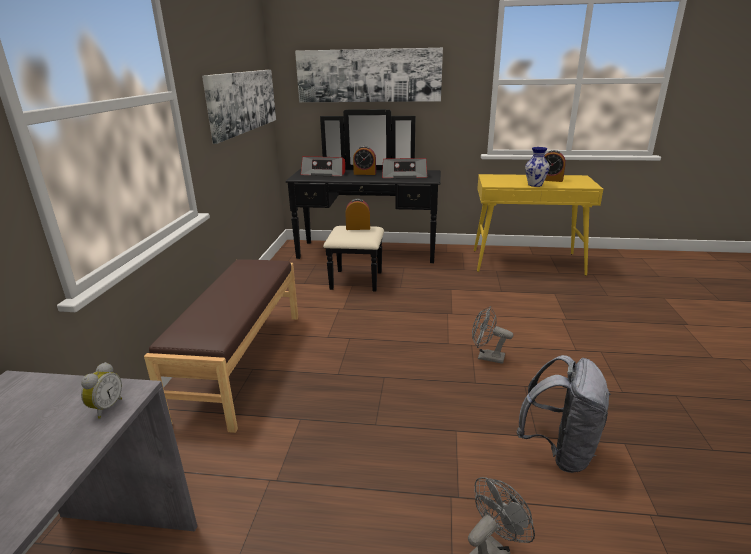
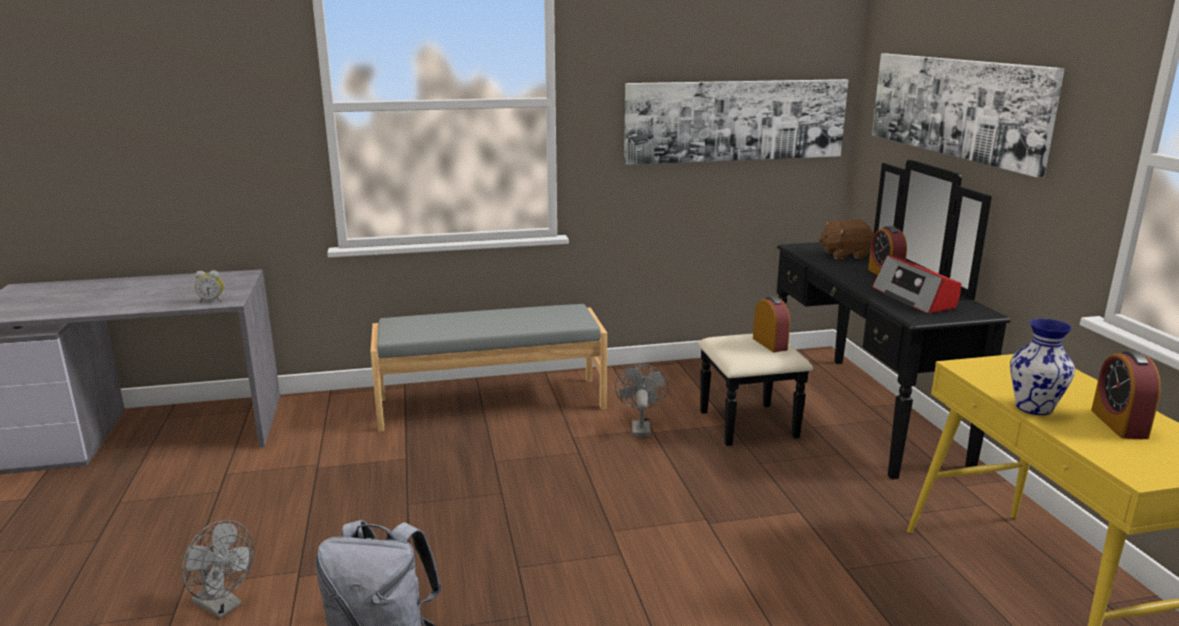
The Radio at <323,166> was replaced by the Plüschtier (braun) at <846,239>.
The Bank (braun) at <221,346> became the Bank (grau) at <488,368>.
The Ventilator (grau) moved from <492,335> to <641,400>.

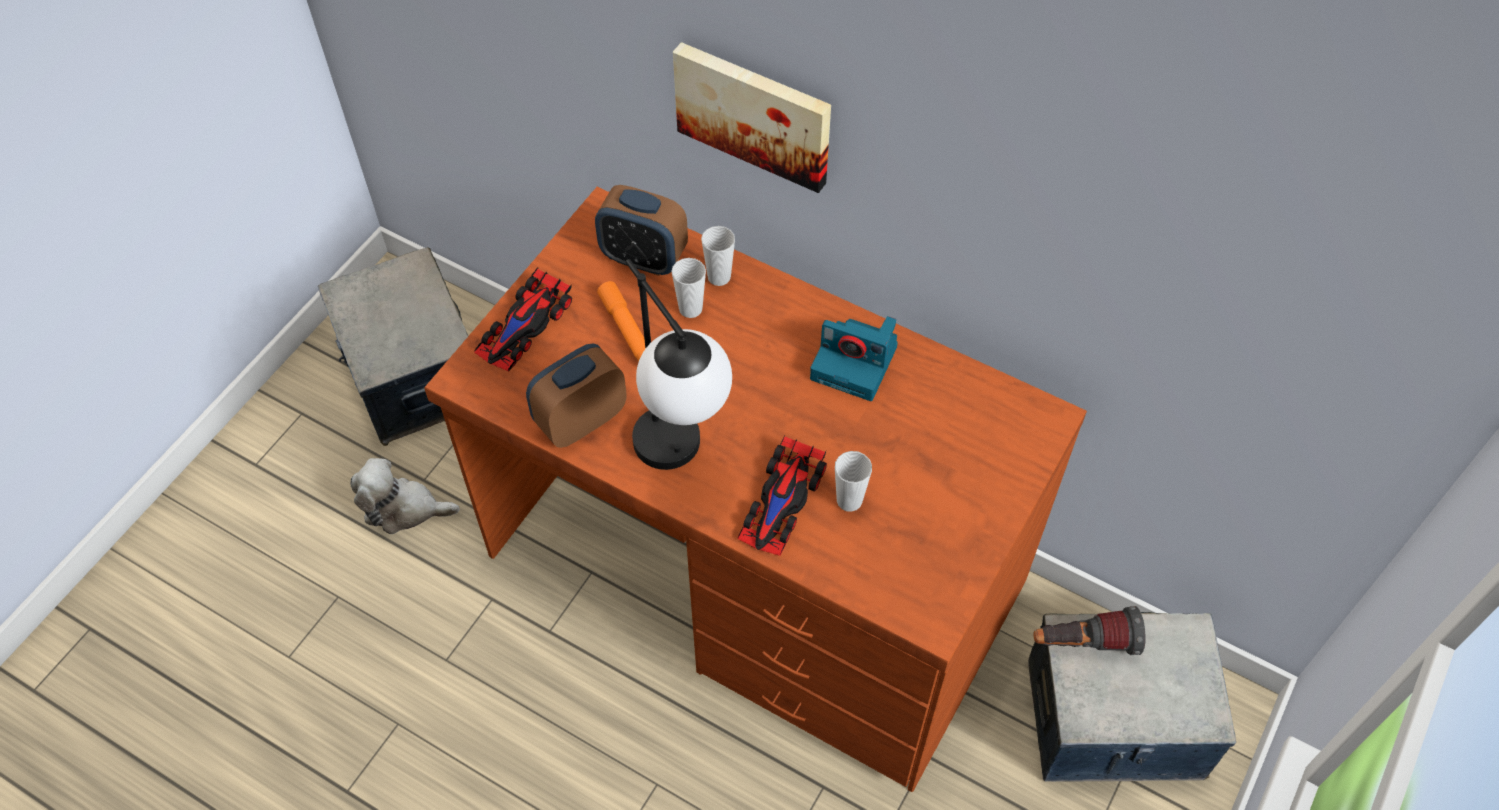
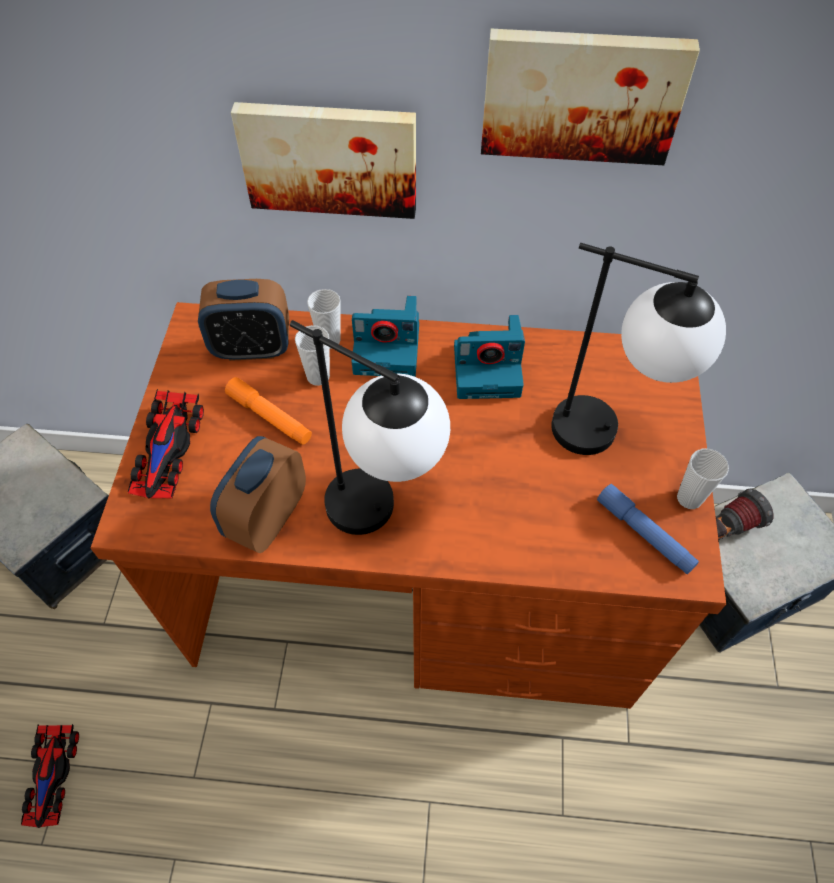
The Spielzeugauto moved from <782,495> to <50,776>.
The Tasse moved from <853,481> to <703,479>.
The Plüschtier at <405,496> disappeared.
The Bild at <590,97> appeared.
The Tischlampe at <638,349> appeared.
The Kamera at <385,336> appeared.
The Taschenlampe (blau) at <648,529> appeared.

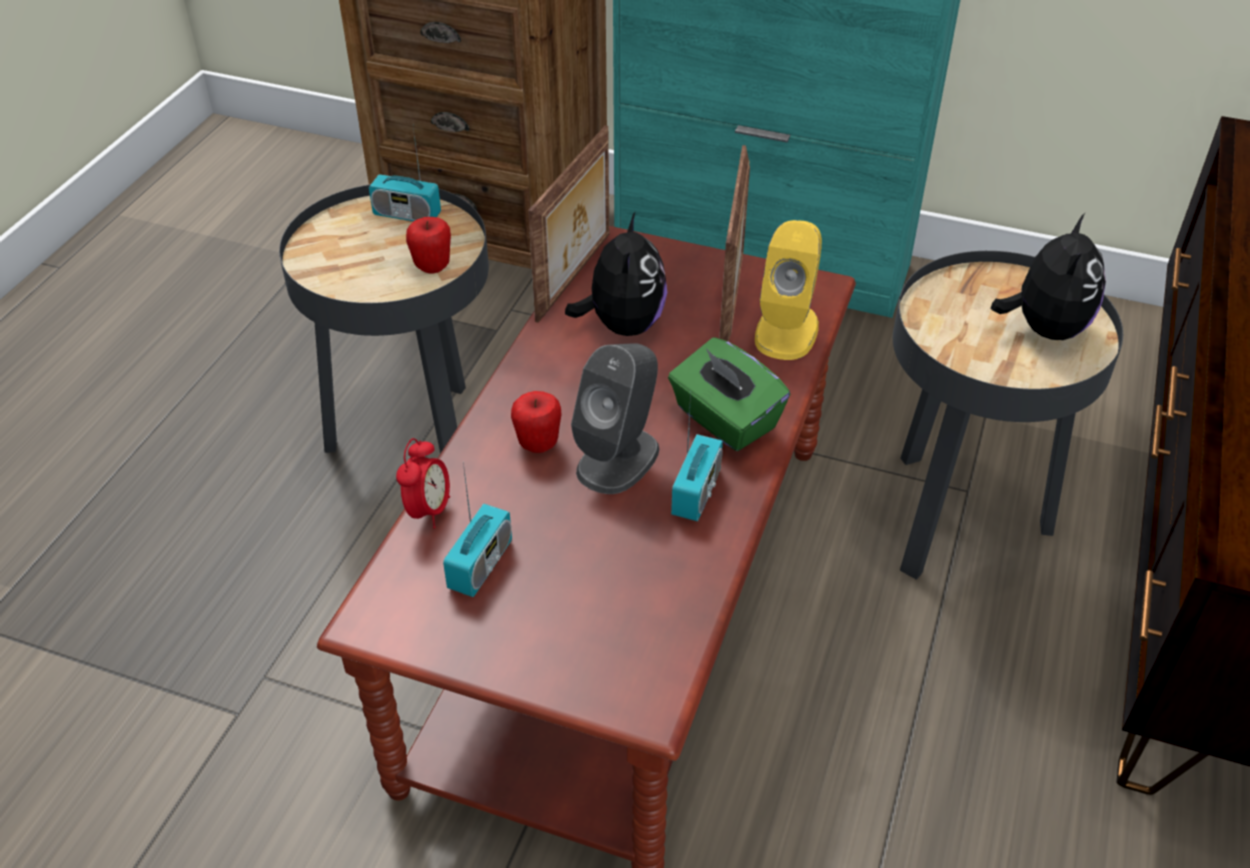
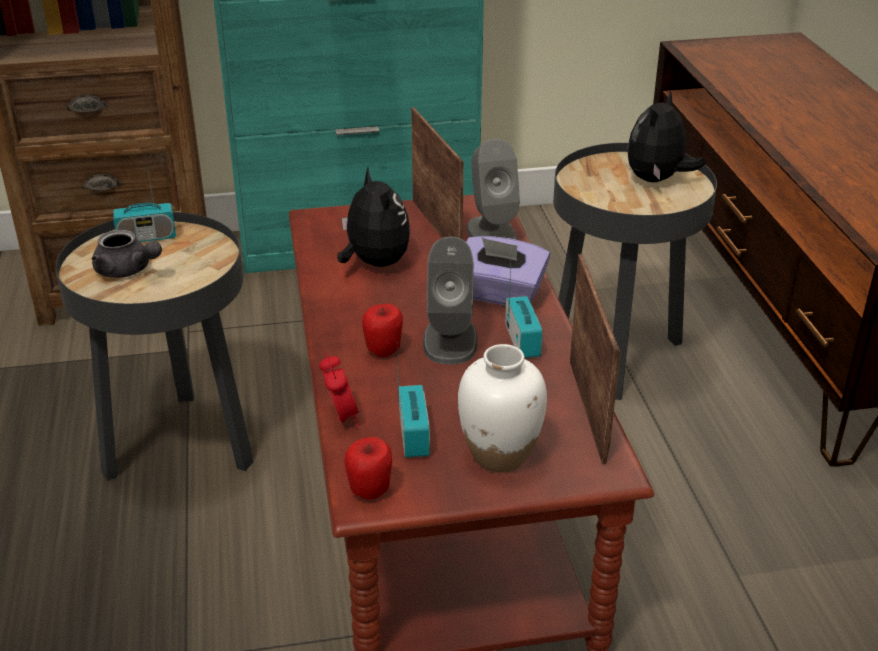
The Bilderrahmen moved from <568,224> to <595,359>.
The Plüschtier at <1048,276> turned 135 degrees counterclockwise.
The Apfel moved from <428,245> to <368,468>.
The Lautsprecher (gelb) at <788,290> became the Lautsprecher (grau) at <493,189>.
The Taschentuchbox (grün) at <729,394> became the Taschentuchbox (lila) at <508,271>.
The Teekanne (grau) at <127,254> appeared.
The Vase (weiß) at <502,408> appeared.

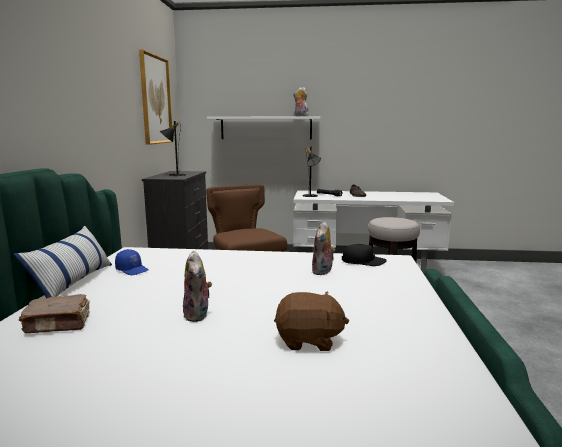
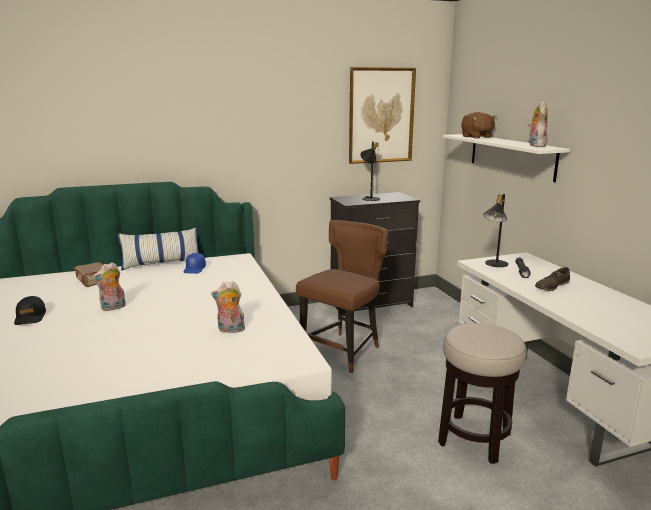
The Kappe (schwarz) moved from <364,255> to <30,310>.
The Plüschtier (braun) moved from <311,321> to <478,125>.

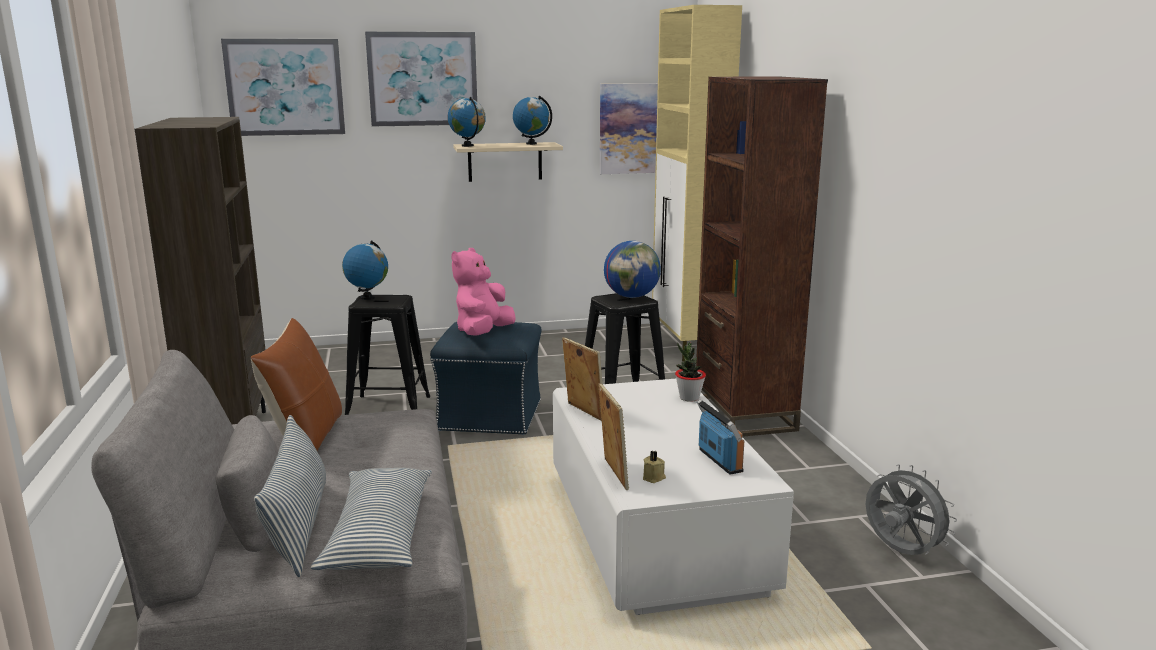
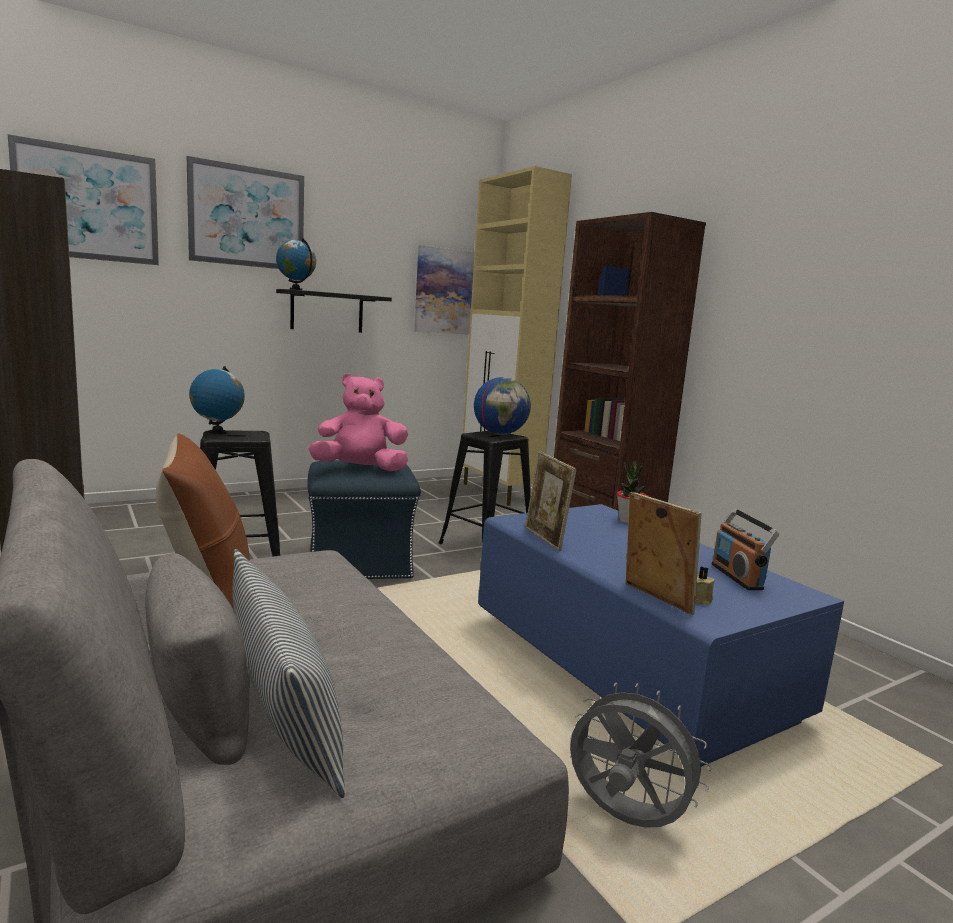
The Globus at <532,120> disappeared.
The Wandregal (beige) at <508,162> became the Wandregal (schwarz) at <334,311>.
The Plüschtier (rosa) at <483,292> turned 75 degrees clockwise.
The Bilderrahmen at <582,379> turned 150 degrees counterclockwise.
The Couchtisch (weiß) at <673,497> became the Couchtisch (blau) at <661,635>.
The Radio at <720,436> turned 150 degrees counterclockwise.
The Ventilator (grau) moved from <911,509> to <641,755>.
The Kissen at <371,519> disappeared.

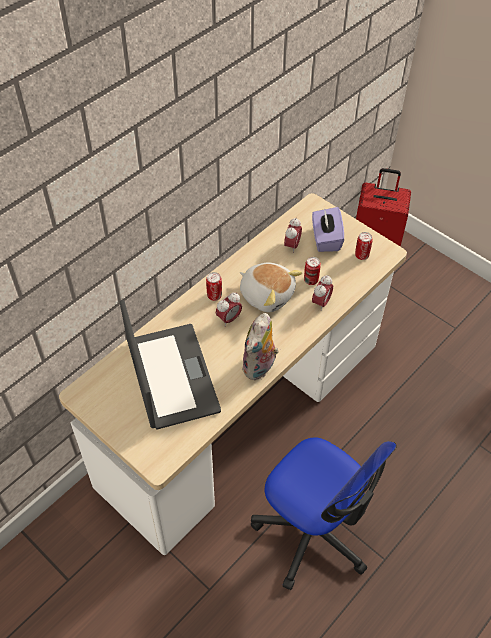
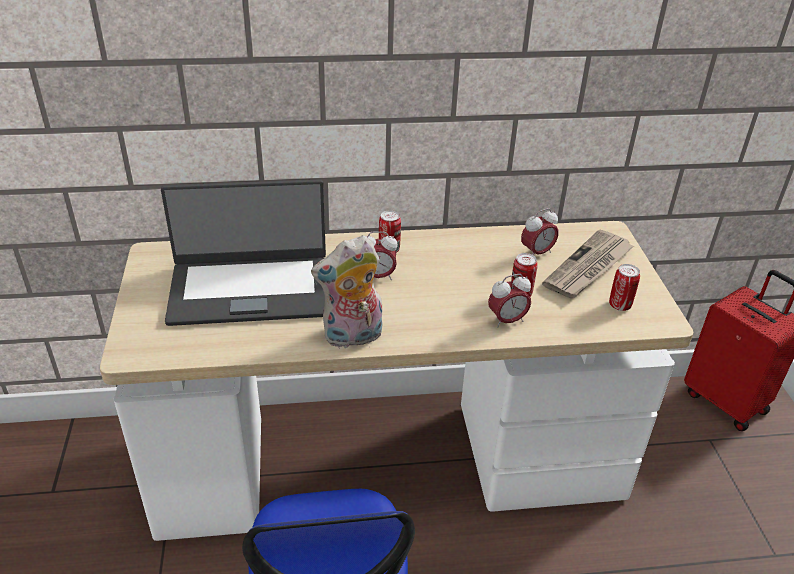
The Taschentuchbox (lila) at <328,229> was replaced by the Zeitung at <588,264>.
The Plüschtier at <271,287> disappeared.
The Laptop at <170,364> turned 60 degrees clockwise.

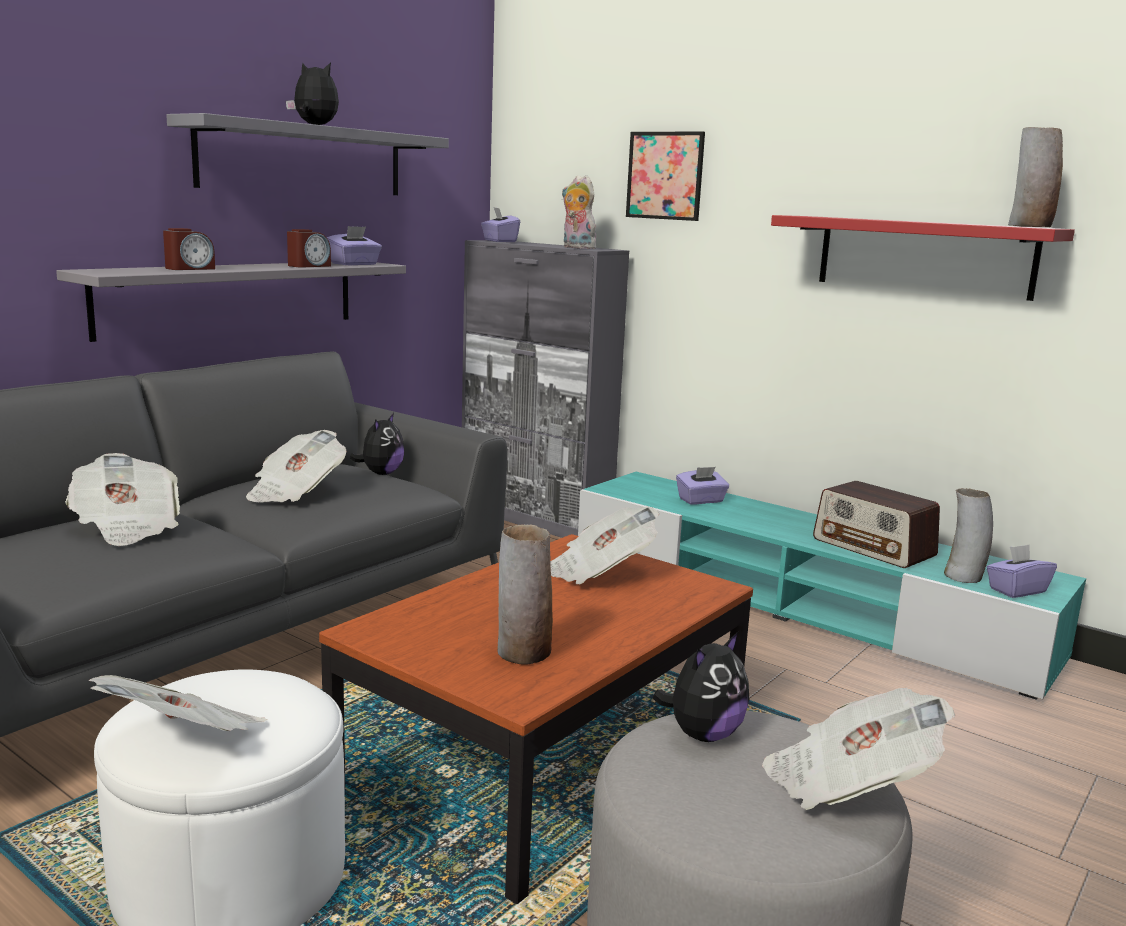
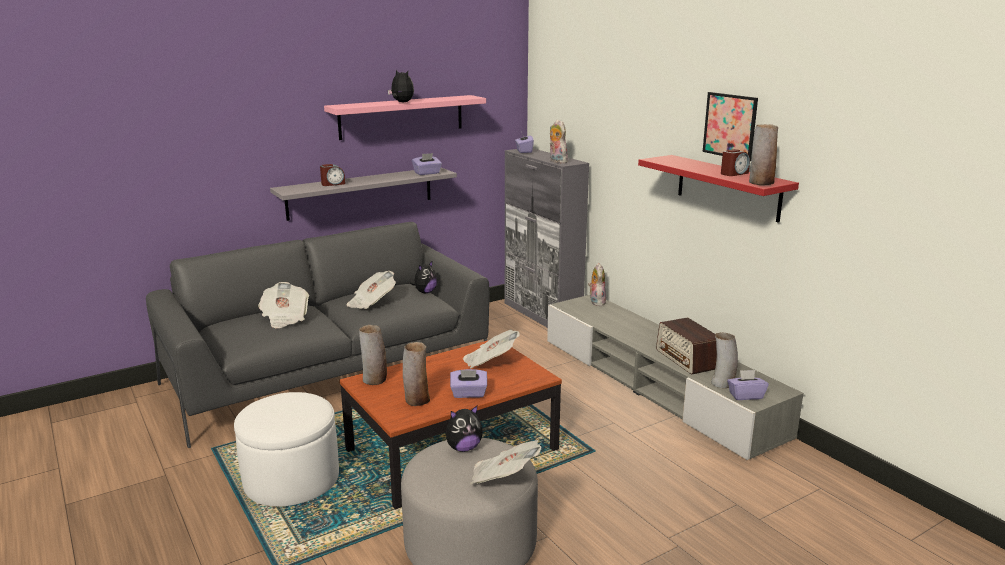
The Wandregal (grau) at <307,154> became the Wandregal (rosa) at <405,117>.
The Bild moved from <665,176> to <730,126>.
The Wecker moved from <309,248> to <735,162>.
The Taschentuchbox (lila) moved from <702,486> to <468,383>.
The Fernsehschrank (türkis) at <832,586> became the Fernsehschrank (grau) at <675,377>.
The Zeitung at <178,703> disappeared.
The Plüschtier at <597,284> appeared.
The Vase at <373,355> appeared.

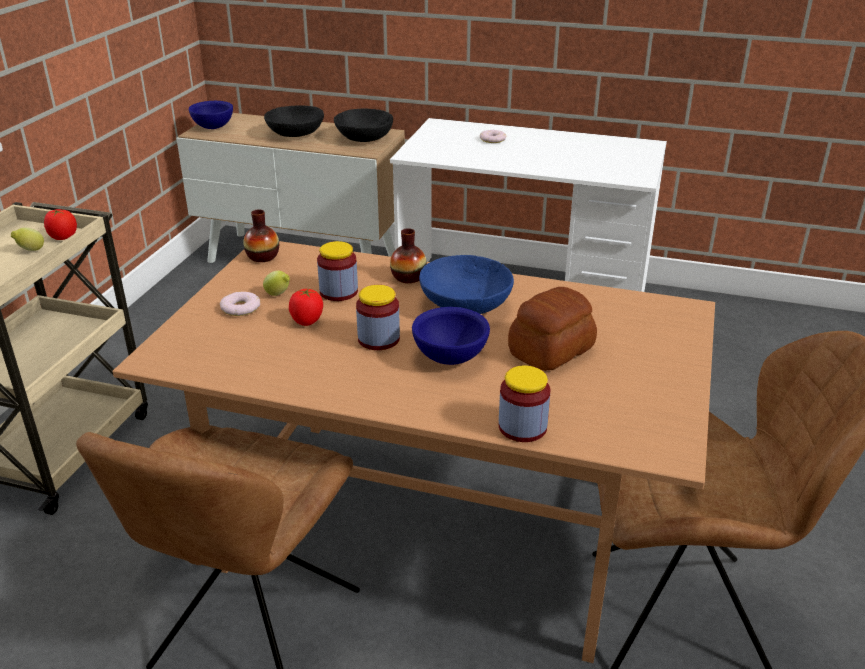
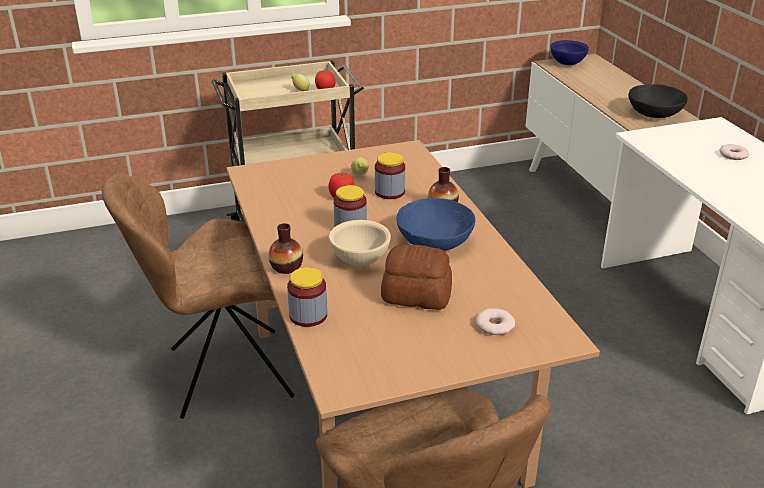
The Schüssel (schwarz) at <294,121> disappeared.
The Vase moved from <261,236> to <285,248>.
The Donut moved from <240,304> to <495,321>.
The Schüssel (blau) at <451,336> became the Schüssel (beige) at <360,243>.

